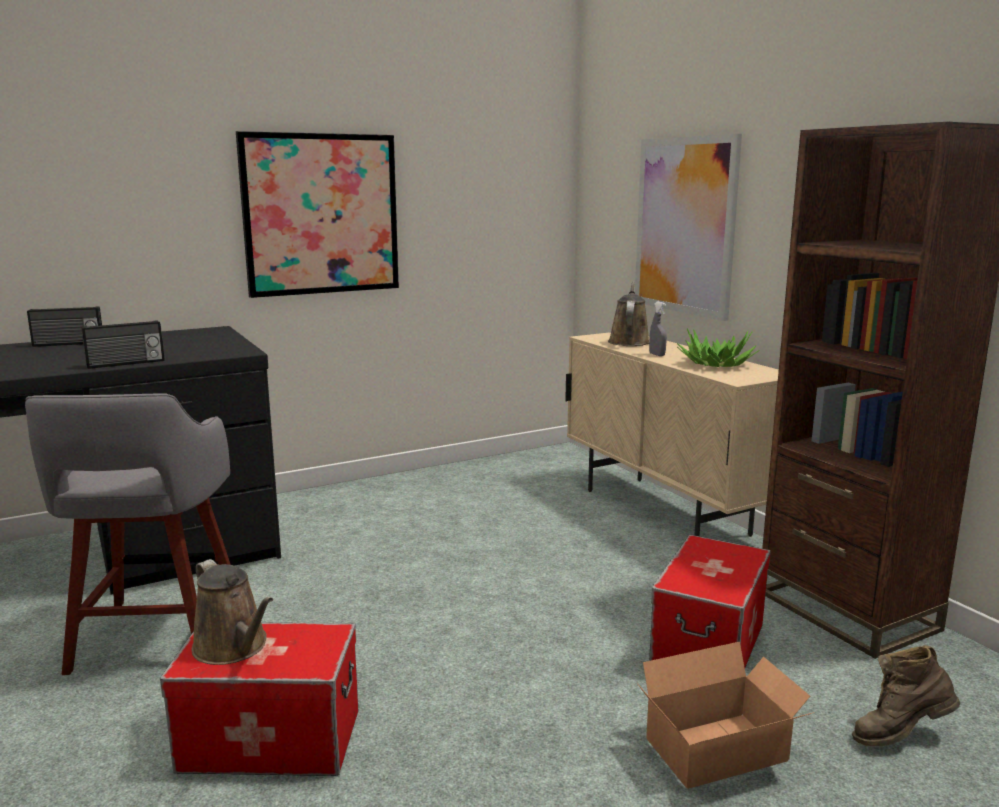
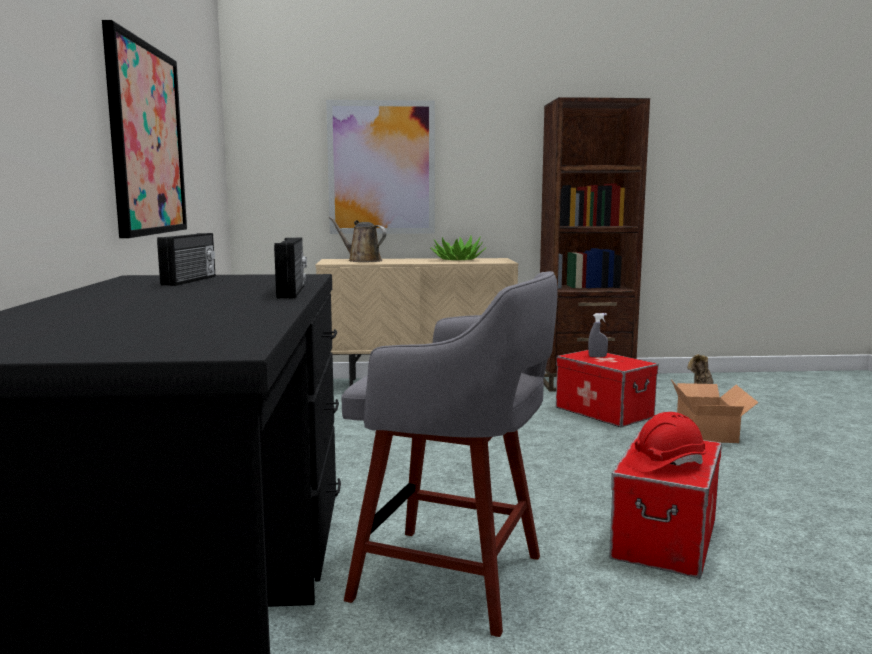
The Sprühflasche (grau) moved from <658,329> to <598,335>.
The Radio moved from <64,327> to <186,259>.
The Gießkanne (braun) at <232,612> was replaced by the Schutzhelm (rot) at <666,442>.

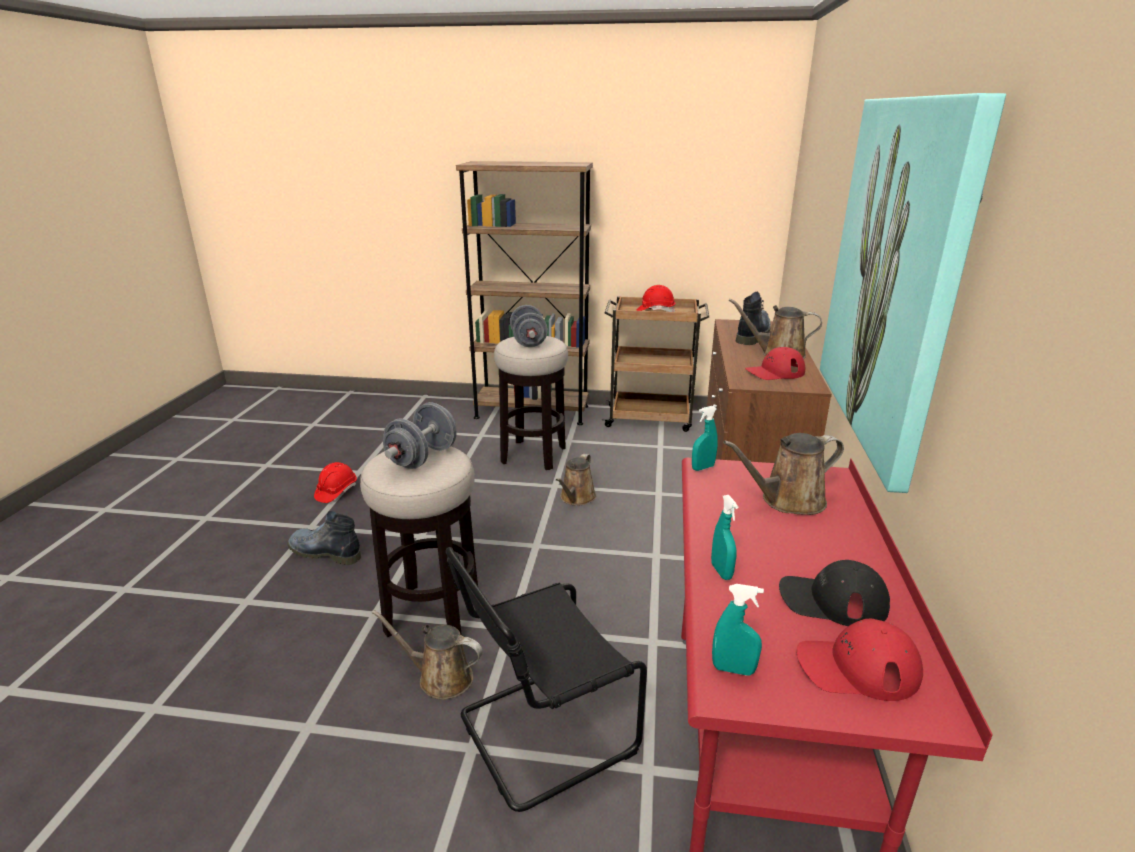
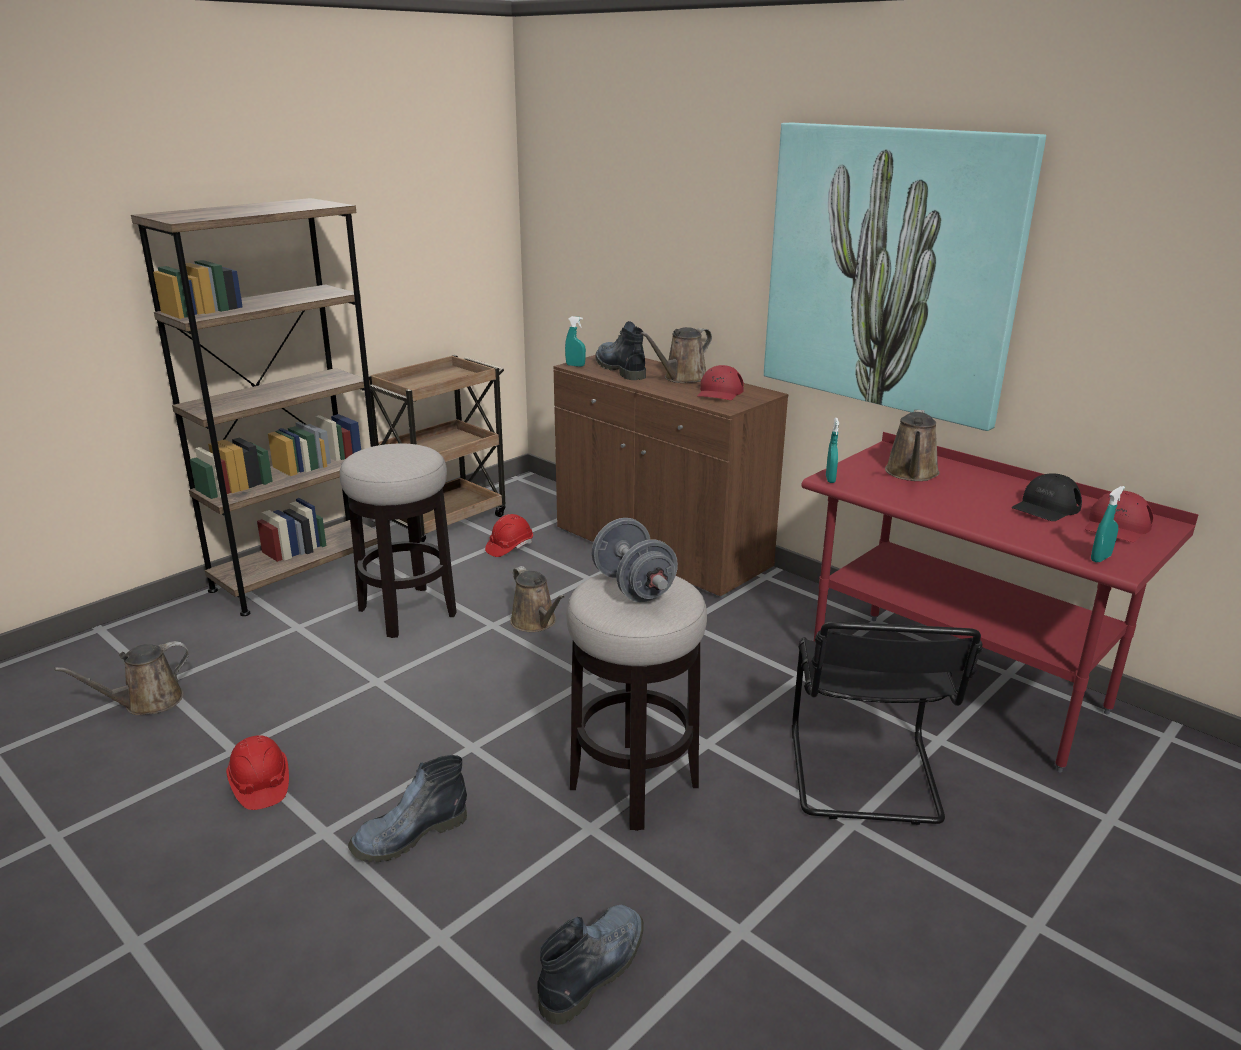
The Schutzhelm (rot) moved from <656,298> to <509,535>.
The Hantel (grau) at <529,326> disappeared.
The Sprühflasche (türkis) moved from <724,537> to <575,341>.
The Gießkanne (braun) moved from <427,654> to <121,678>.
The Stiefel at <591,965> appeared.

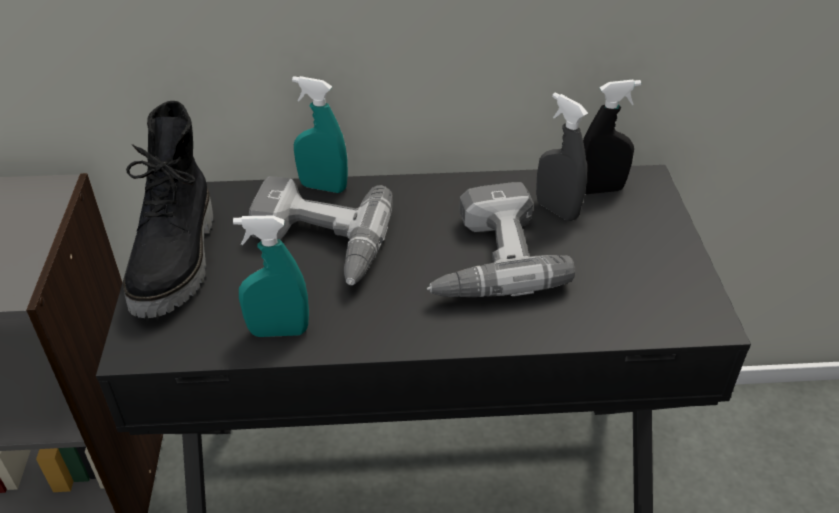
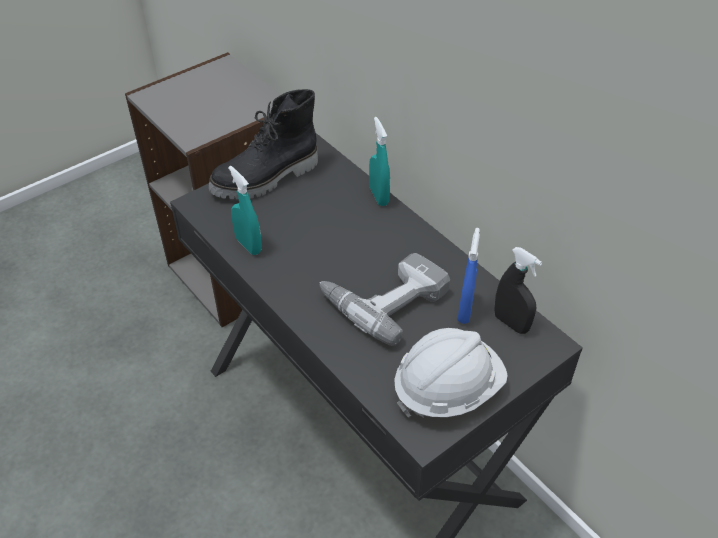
The Sprühflasche (grau) at <562,156> became the Sprühflasche (blau) at <468,276>.
The Bohrmaschine at <321,230> disappeared.
The Schutzhelm (weiß) at <451,373> appeared.

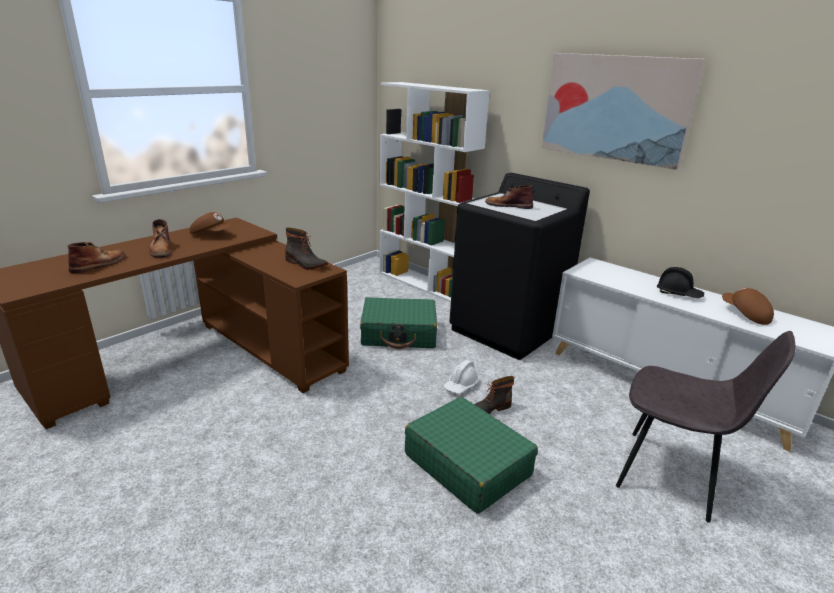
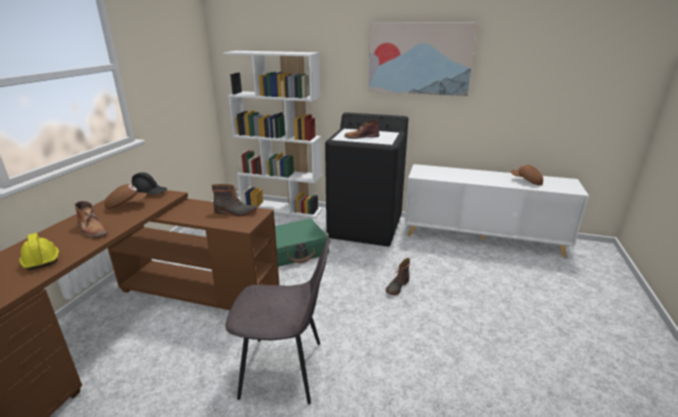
The Stiefel (braun) at <96,257> was replaced by the Schutzhelm (gelb) at <39,251>.
The Schutzhelm (schwarz) moved from <680,282> to <149,183>.
The Stuhl (grau) moved from <705,427> to <277,321>.
The Schutzhelm (weiß) at <461,377> disappeared.
The Koffer (grün) at <471,455> disappeared.

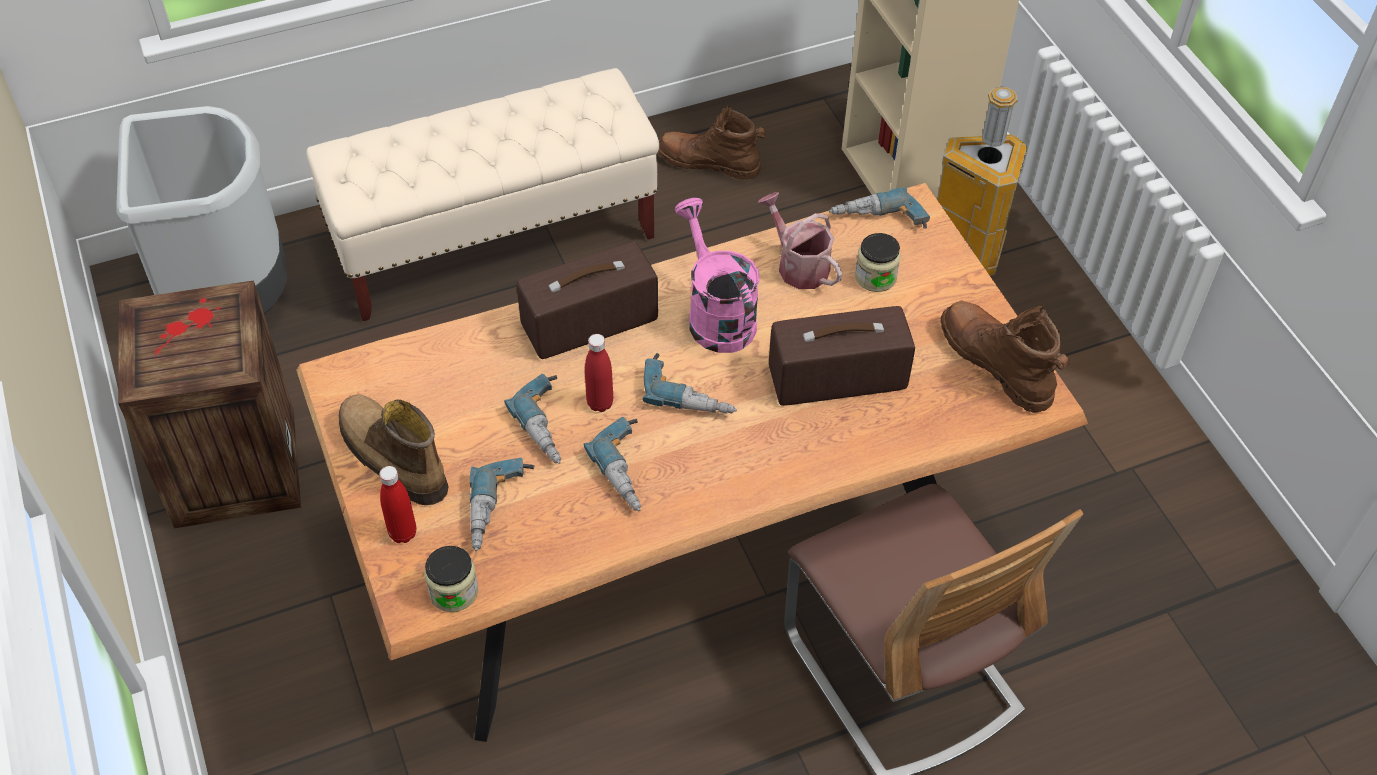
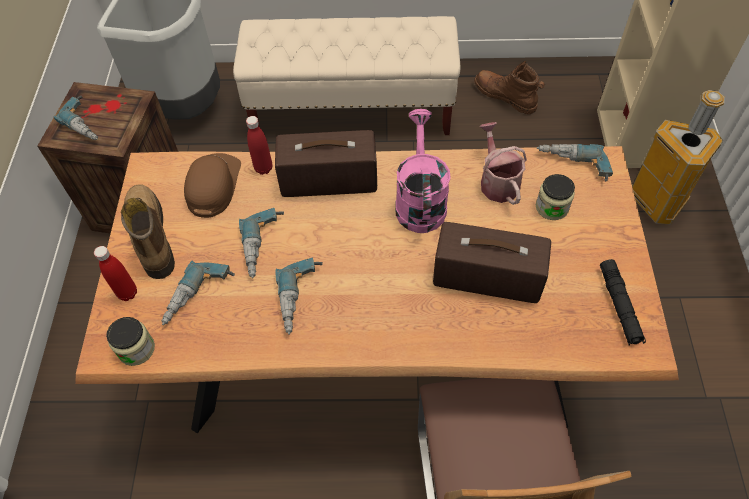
The Stiefel (braun) at <1005,356> was replaced by the Taschenlampe (schwarz) at <623,302>.
The Flasche (rot) moved from <599,373> to <259,145>.
The Bohrmaschine moved from <689,383> to <76,118>.
The Kappe (braun) at <212,185> appeared.

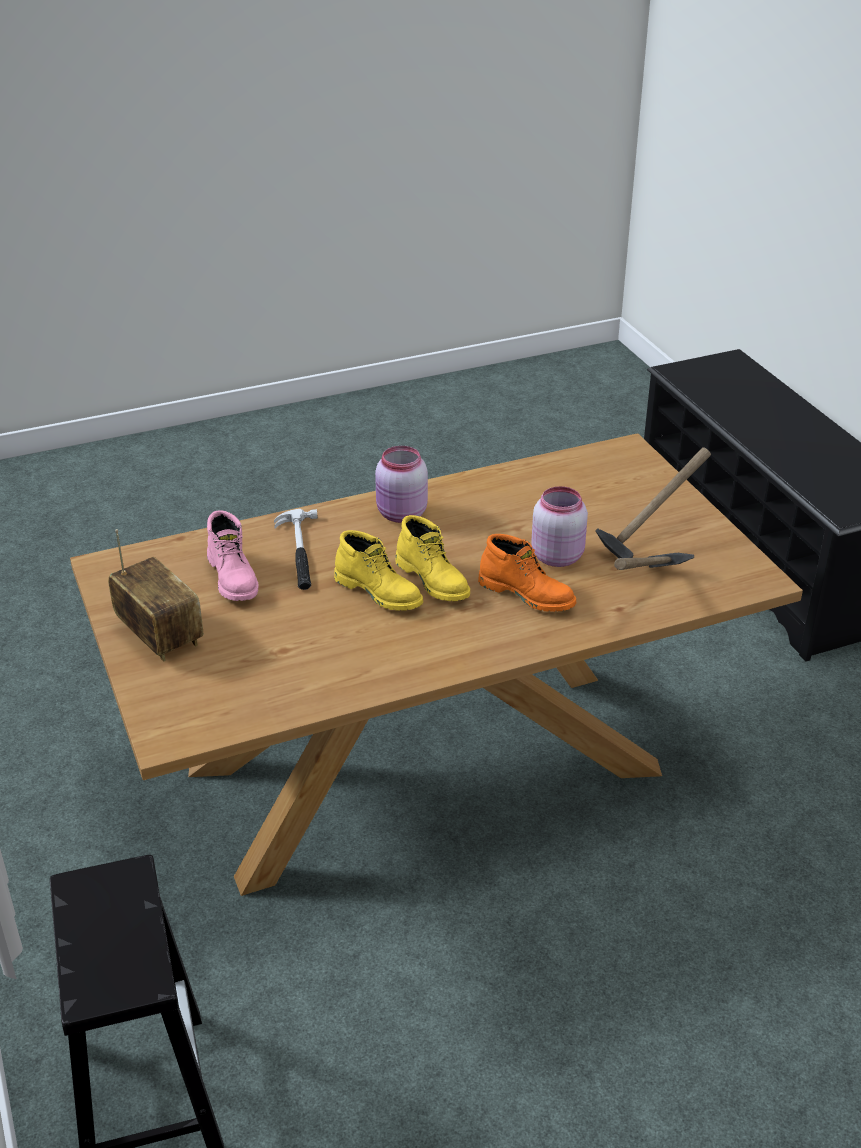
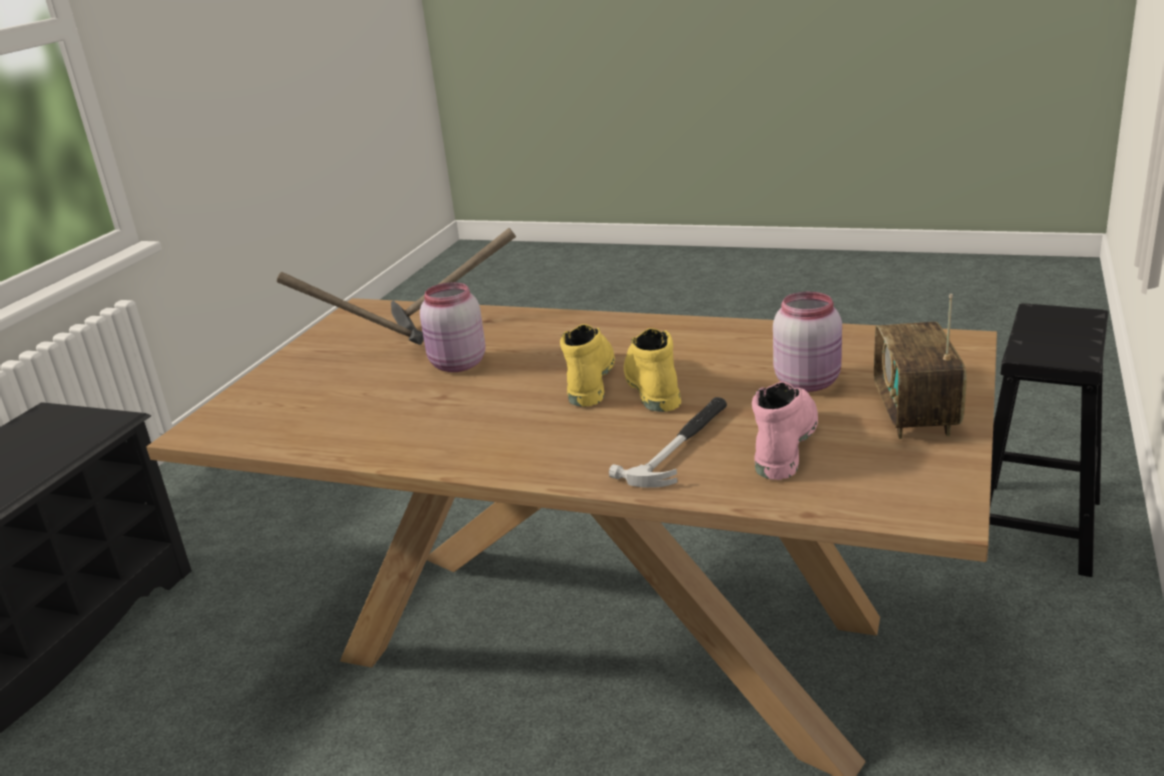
The Vorratsglas (rosa) moved from <401,484> to <807,342>.
The Stiefel (orange) at <527,573> disappeared.

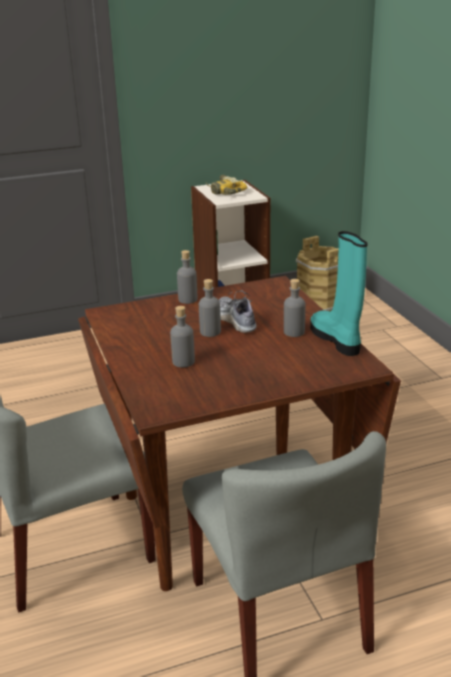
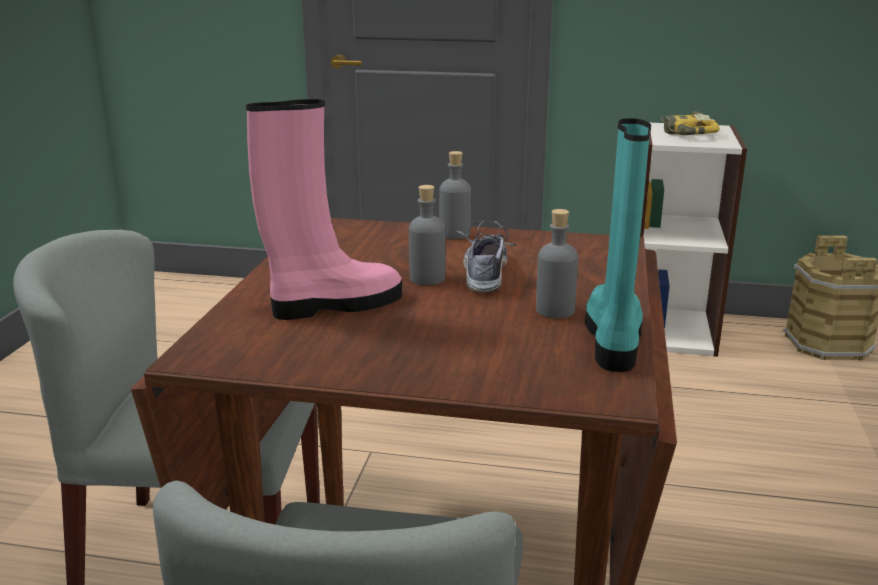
The Flasche (grau) at <182,337> was replaced by the Stiefel (rosa) at <324,209>.

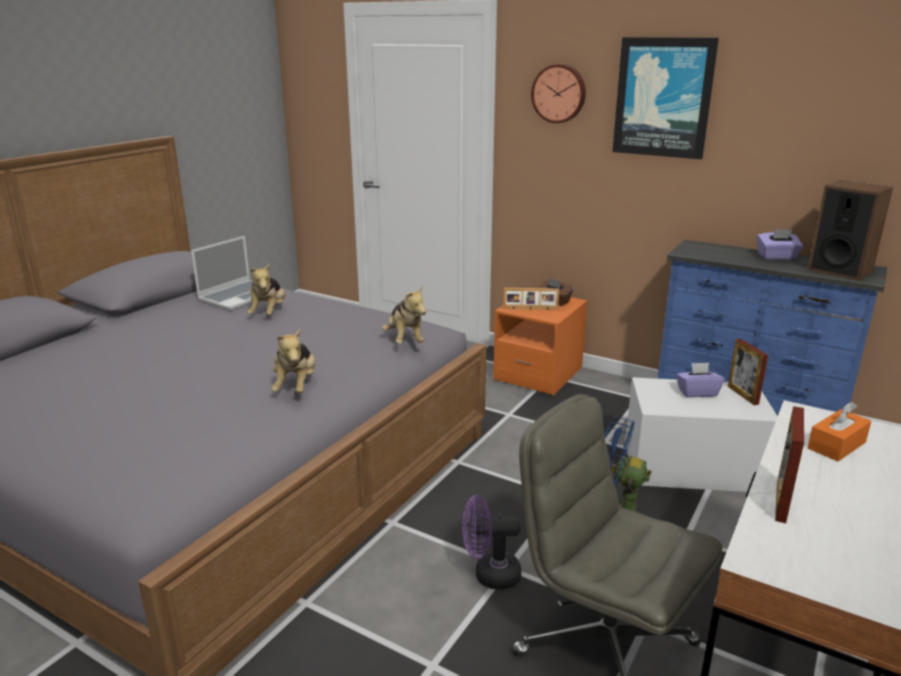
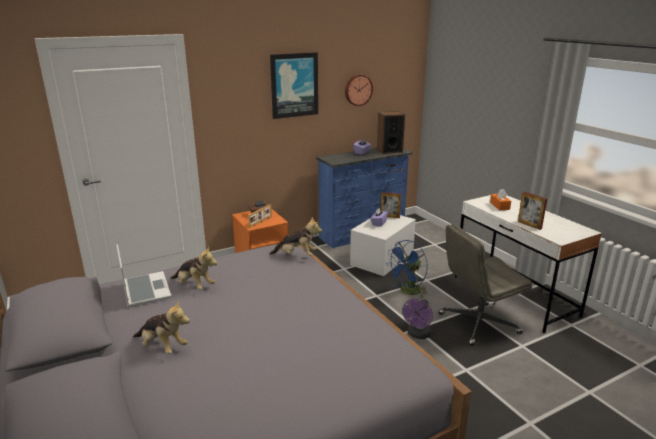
The Wanduhr moved from <558,93> to <359,90>.
The Plüschtier moved from <293,360> to <161,327>.

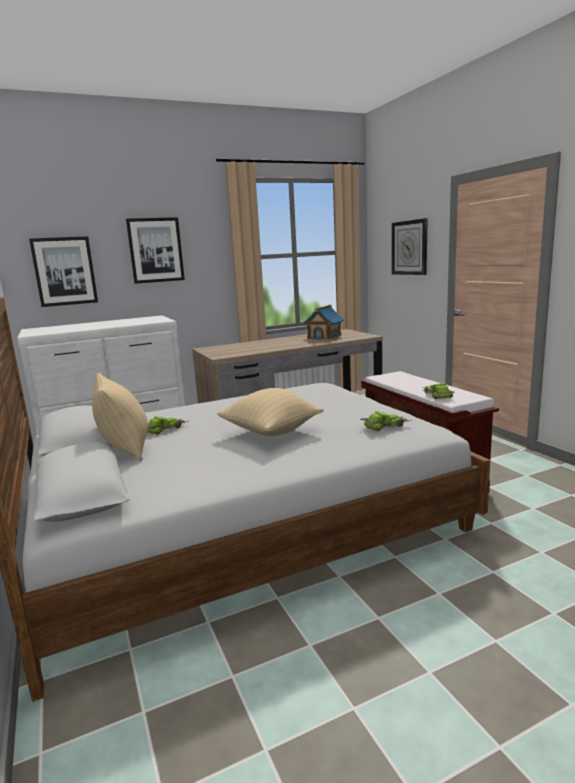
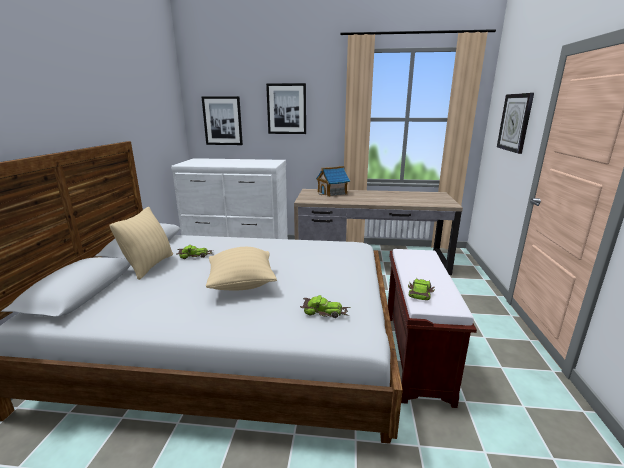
The Spielzeughaus moved from <323,322> to <333,181>.

